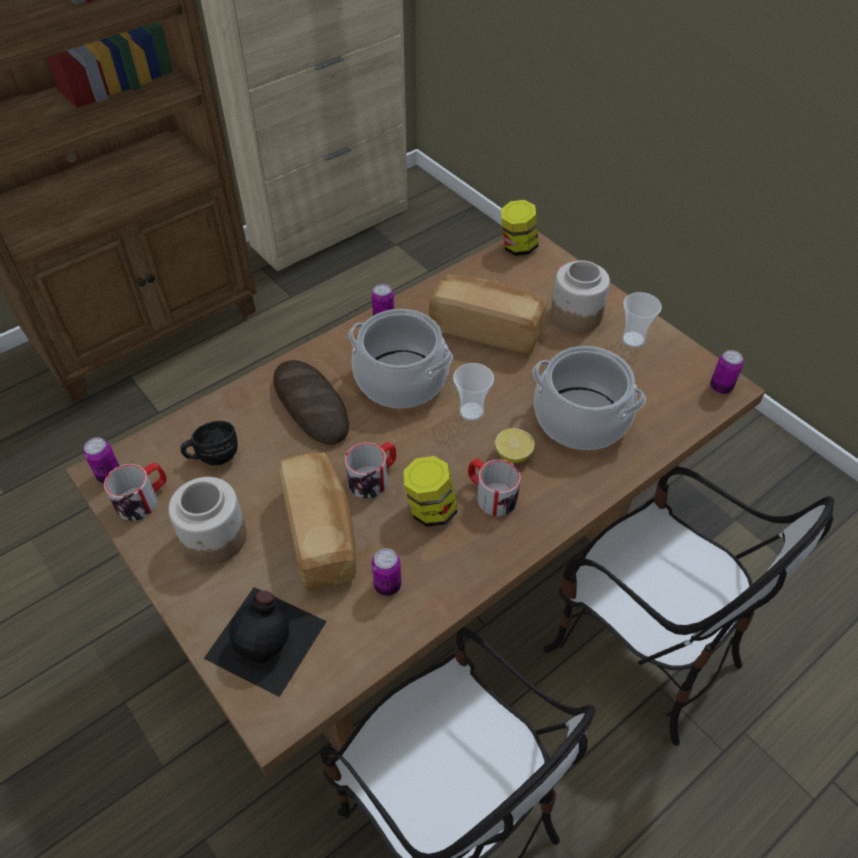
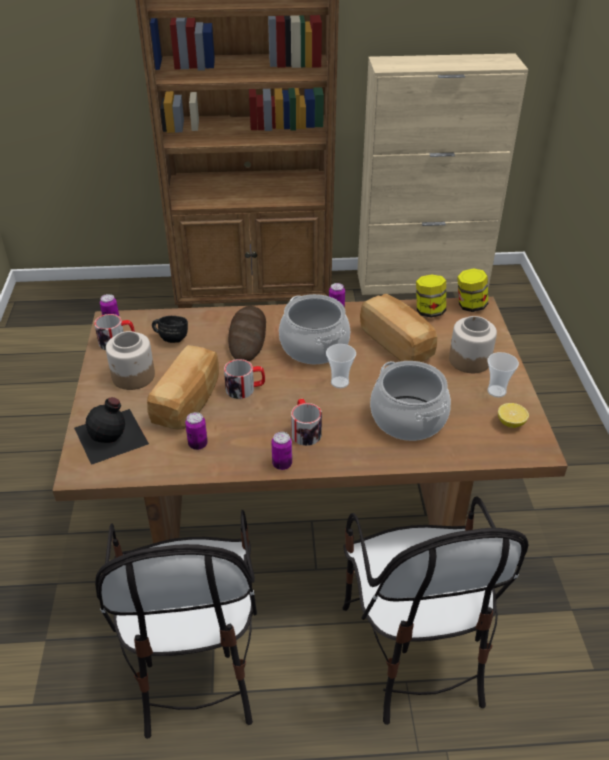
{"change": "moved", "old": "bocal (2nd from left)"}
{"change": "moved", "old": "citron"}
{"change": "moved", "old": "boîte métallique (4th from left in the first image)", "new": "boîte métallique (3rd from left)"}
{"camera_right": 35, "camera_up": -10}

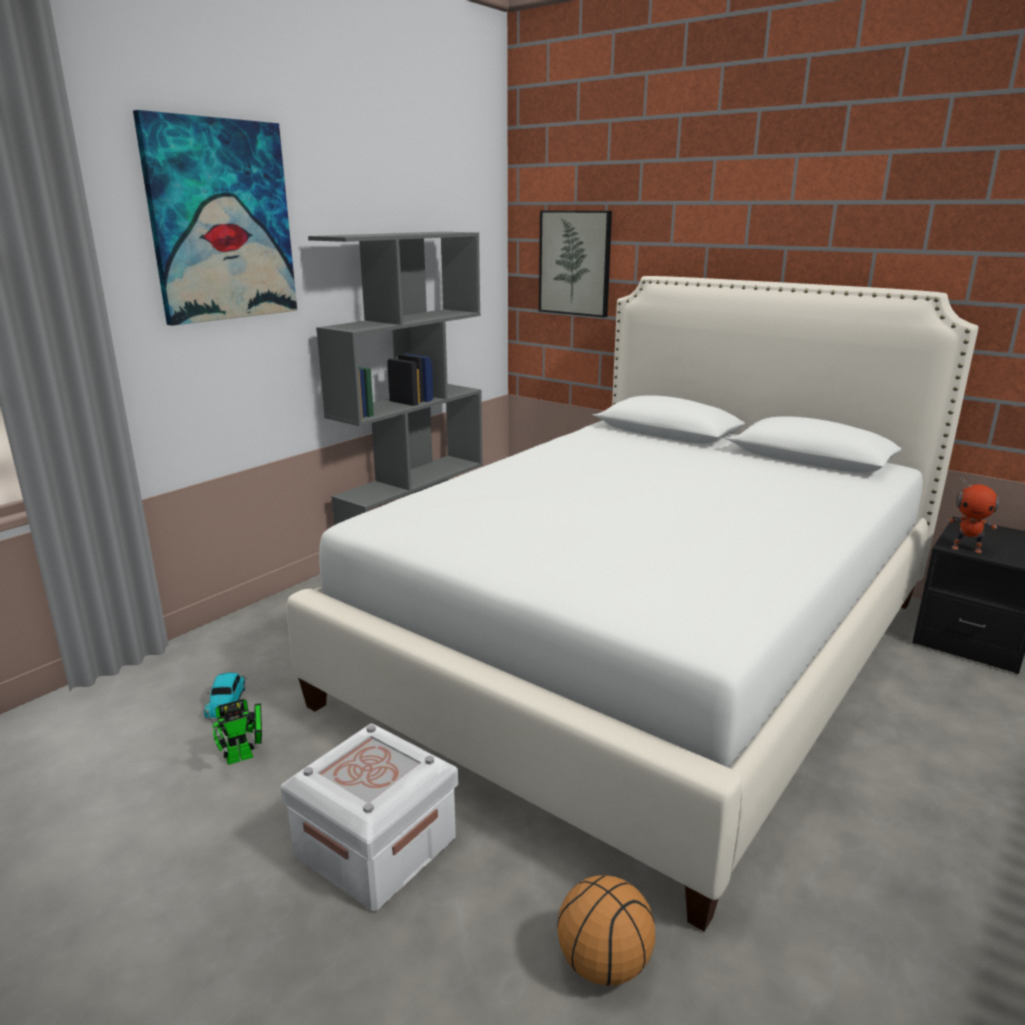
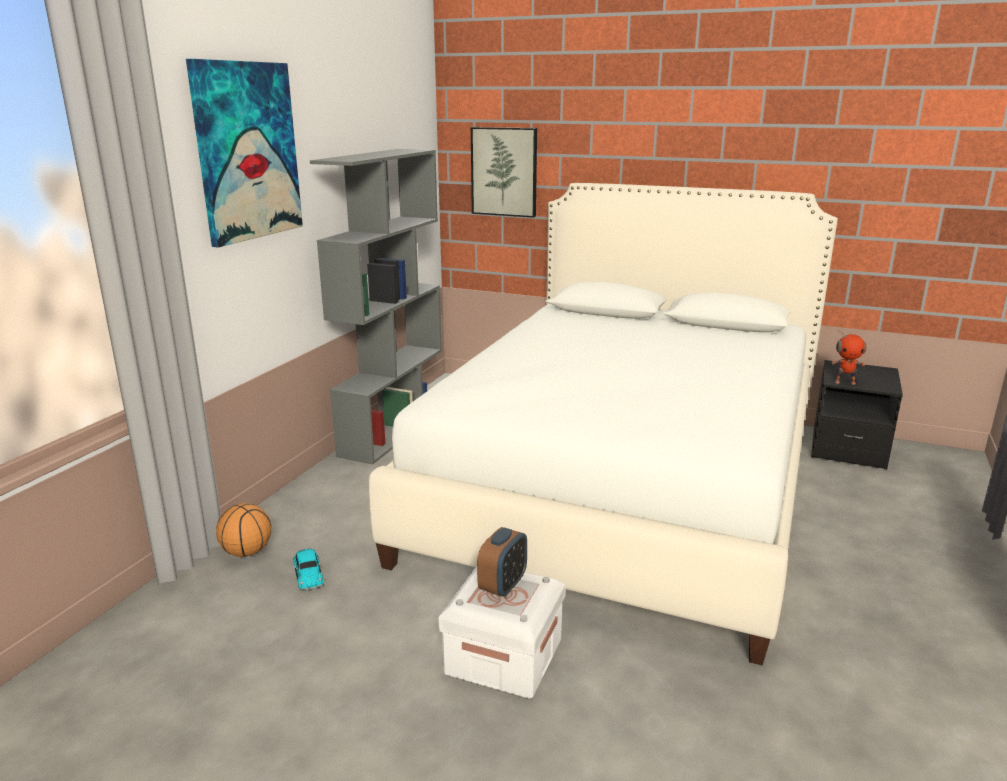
{"change": "removed", "old": "robot jouet (1st from left)"}
{"change": "moved", "old": "ballon de basket"}
{"change": "added", "new": "réveil"}
{"camera_right": -15, "camera_up": 0}

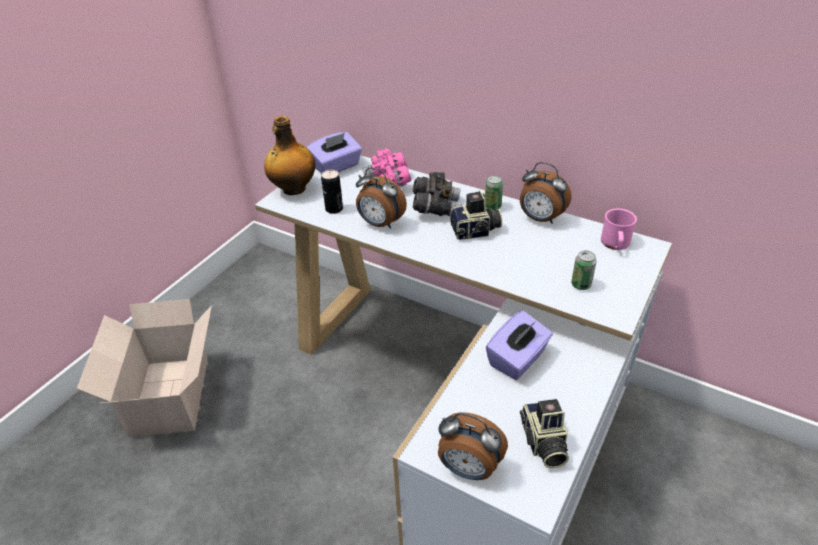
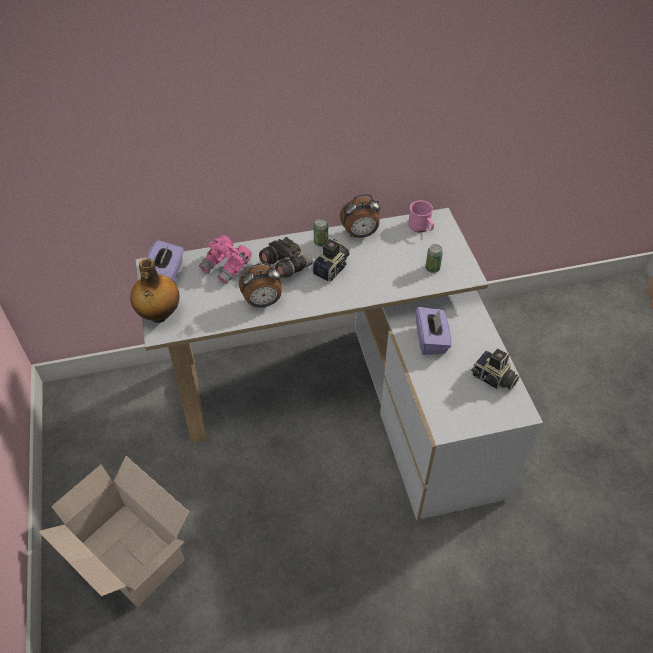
{"change": "removed", "old": "boîte métallique (1st from left)"}
{"change": "removed", "old": "réveil (2nd from left)"}
{"camera_right": -45, "camera_up": 10}

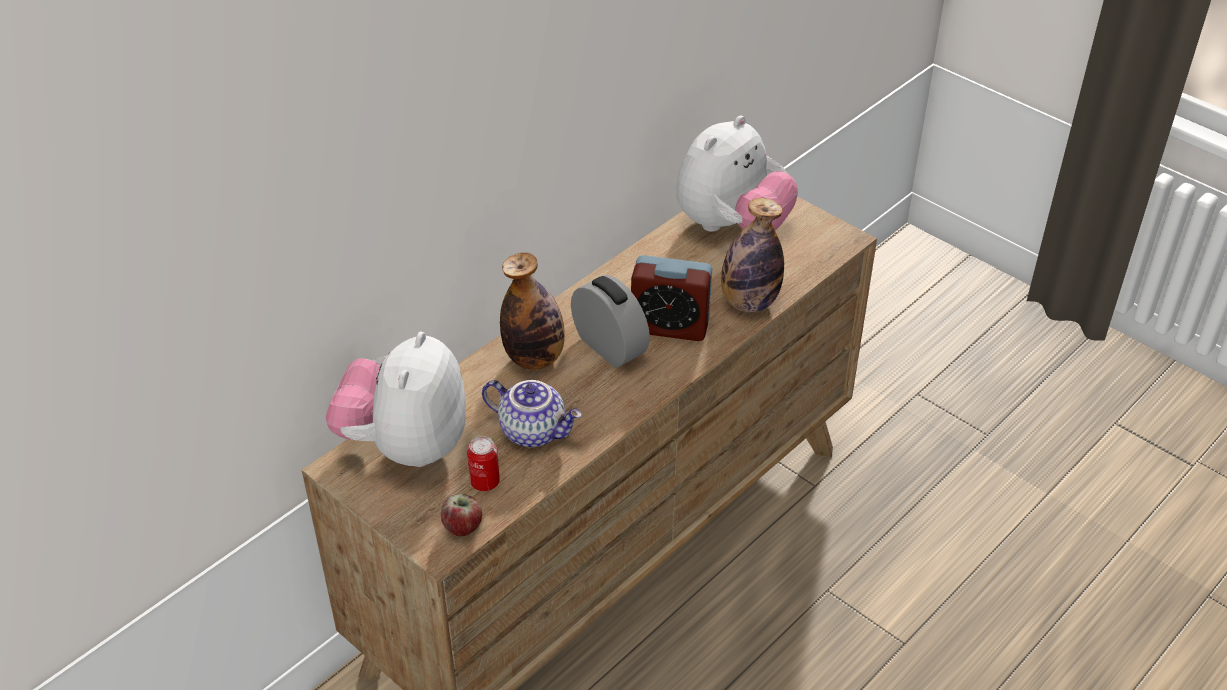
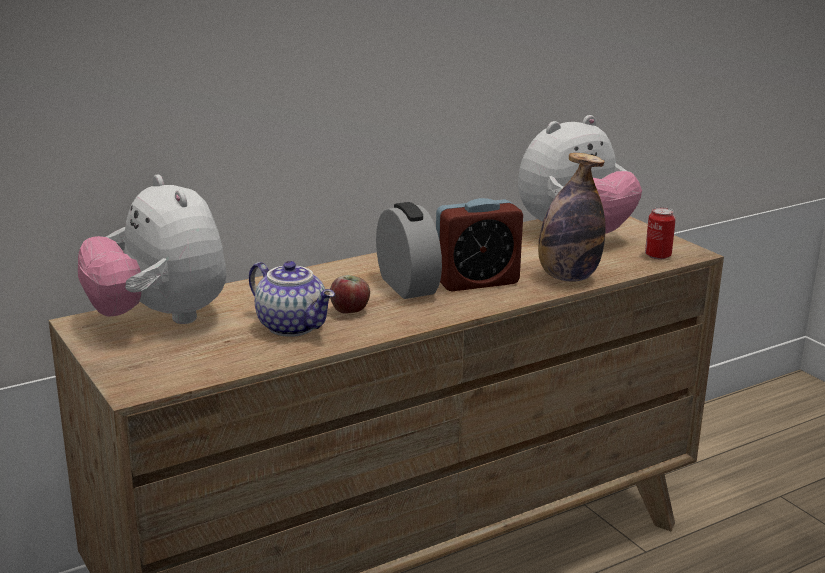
{"change": "turned", "old": "peluche (1st from left)", "degrees": -60}
{"change": "moved", "old": "pomme"}
{"change": "moved", "old": "boîte métallique"}
{"change": "removed", "old": "bouteille (1st from left)"}
{"change": "turned", "old": "réveil (2nd from left)", "degrees": -45}
{"camera_right": 15, "camera_up": -20}

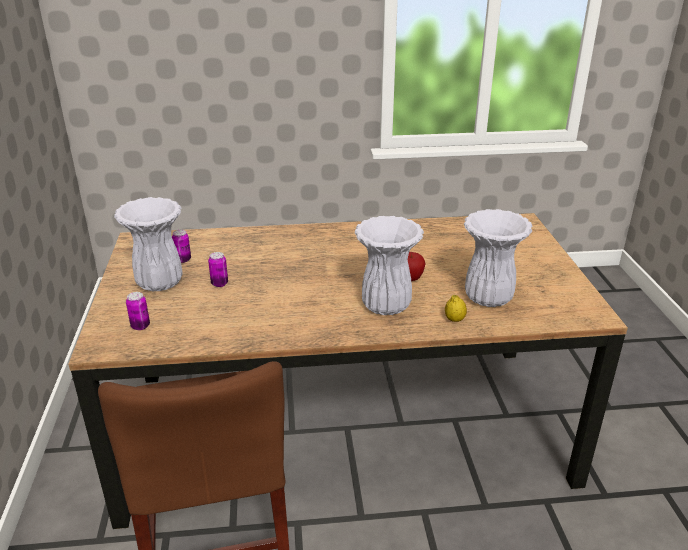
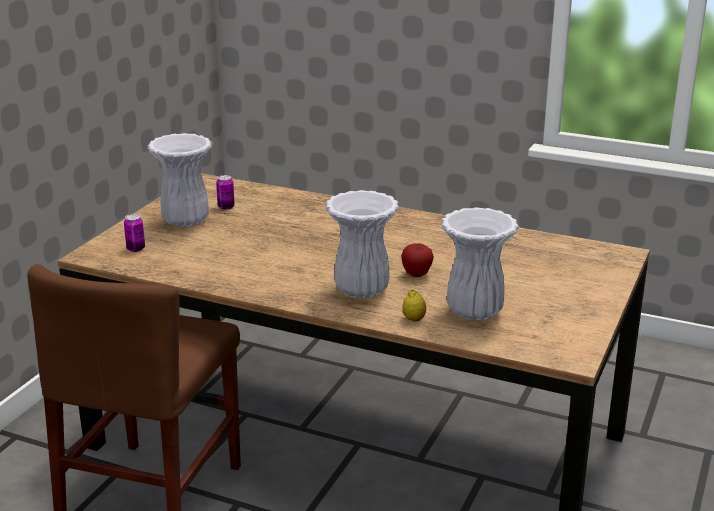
{"change": "removed", "old": "boîte métallique (3rd from left)"}
{"camera_right": 30, "camera_up": -5}

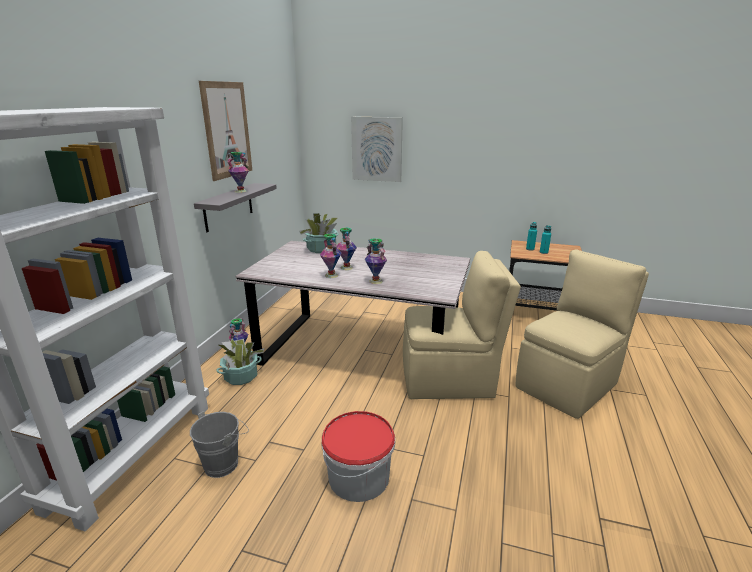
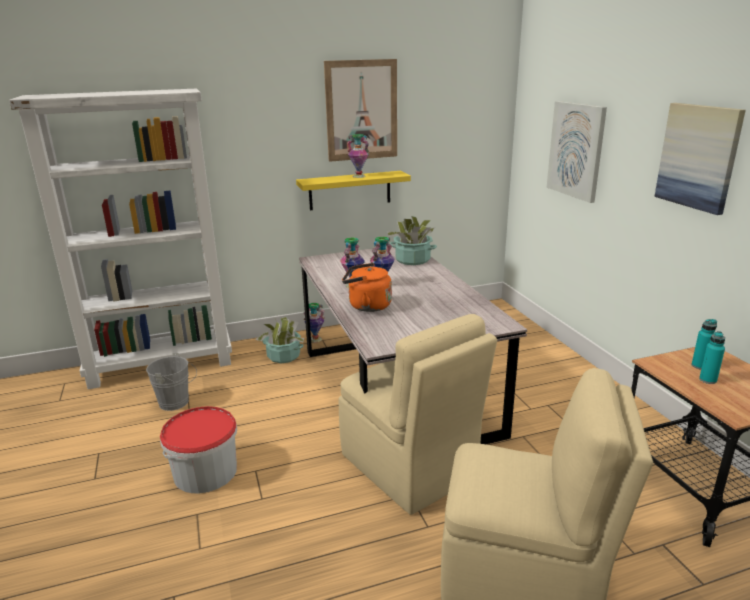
{"change": "recoloured", "old": "étagère/gris", "new": "étagère/jaune"}
{"change": "replaced", "old": "vase (5th from left)", "new": "bouilloire/orange"}
{"change": "added", "new": "tableau (3rd from left)"}
{"camera_right": 55, "camera_up": 0}

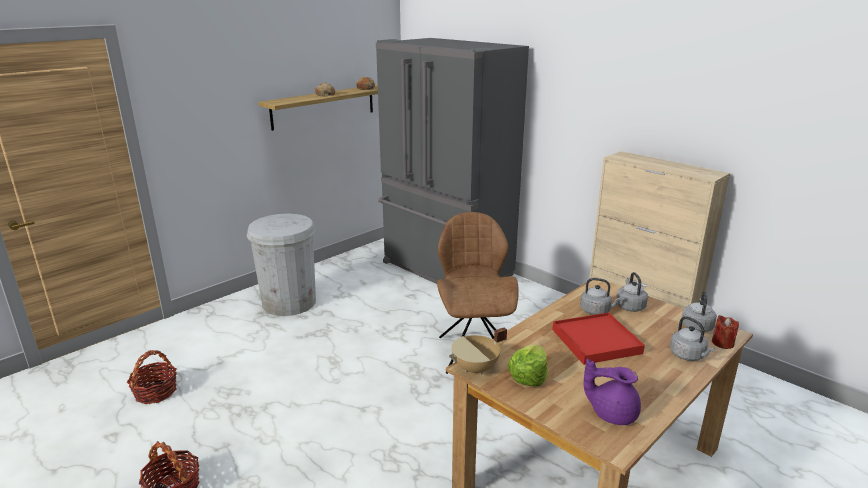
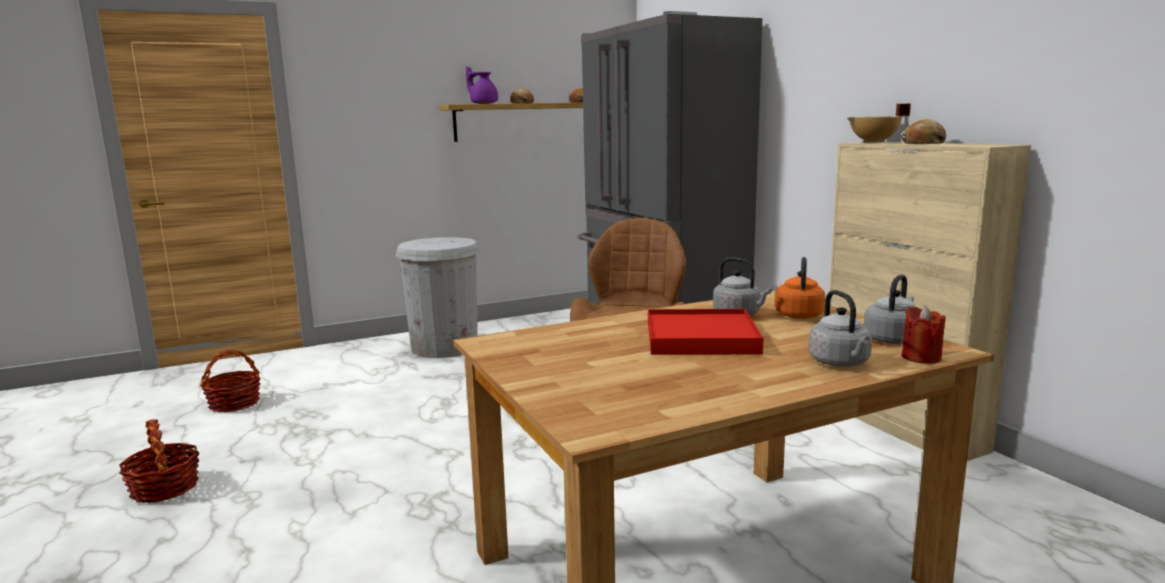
{"change": "moved", "old": "marmite/beige"}
{"change": "removed", "old": "laitue"}
{"change": "moved", "old": "théière/violet"}
{"change": "recoloured", "old": "bouilloire/gris (2nd from left)", "new": "bouilloire/orange"}
{"change": "added", "new": "pain (3rd from left)"}
{"camera_right": 20, "camera_up": -10}

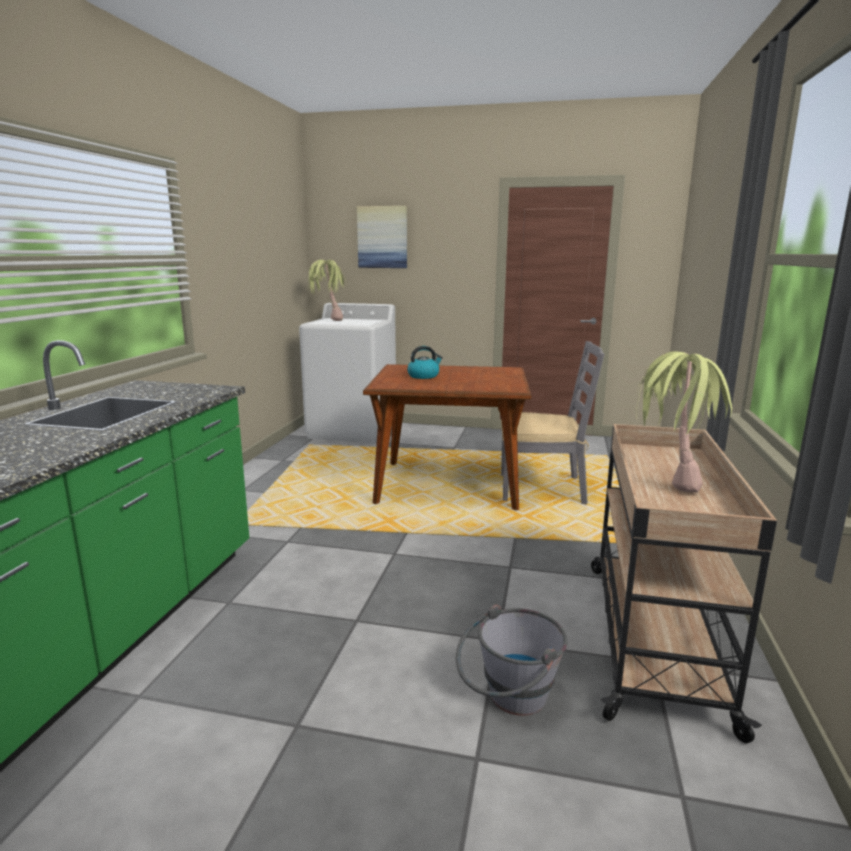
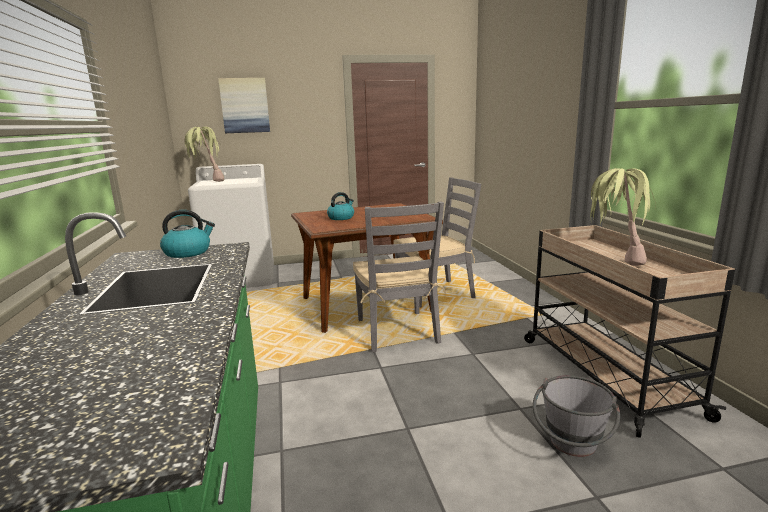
{"change": "added", "new": "bouilloire (1st from left)"}
{"change": "added", "new": "chaise/gris (1st from left)"}
{"camera_right": -25, "camera_up": 0}

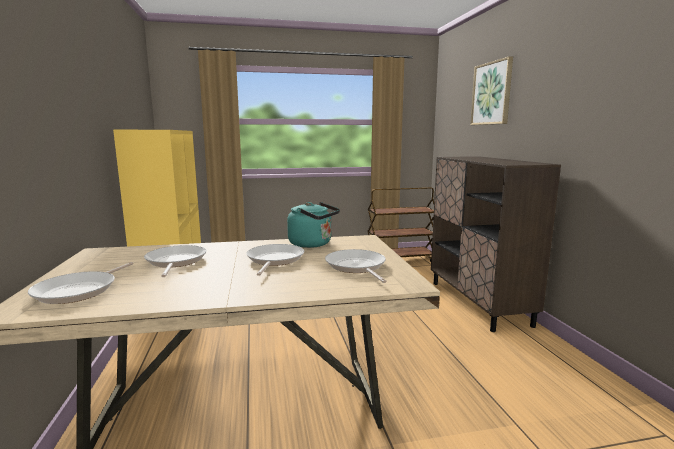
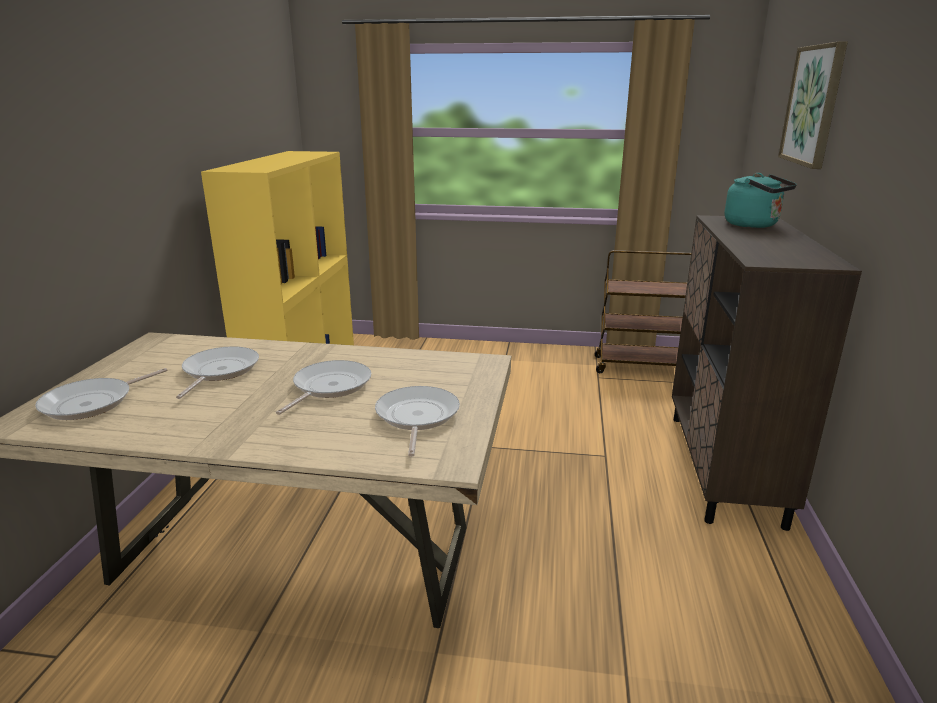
{"change": "moved", "old": "bouilloire/turquoise"}
{"camera_right": 20, "camera_up": 10}

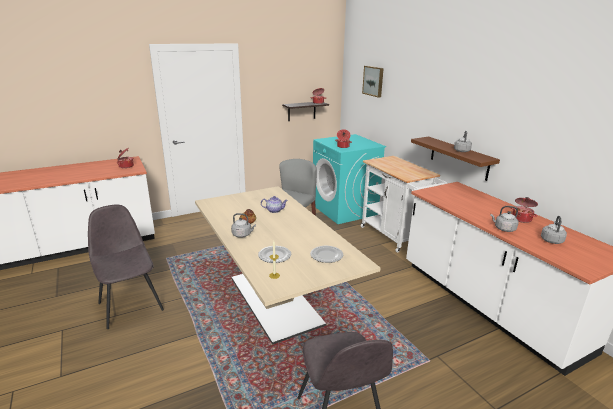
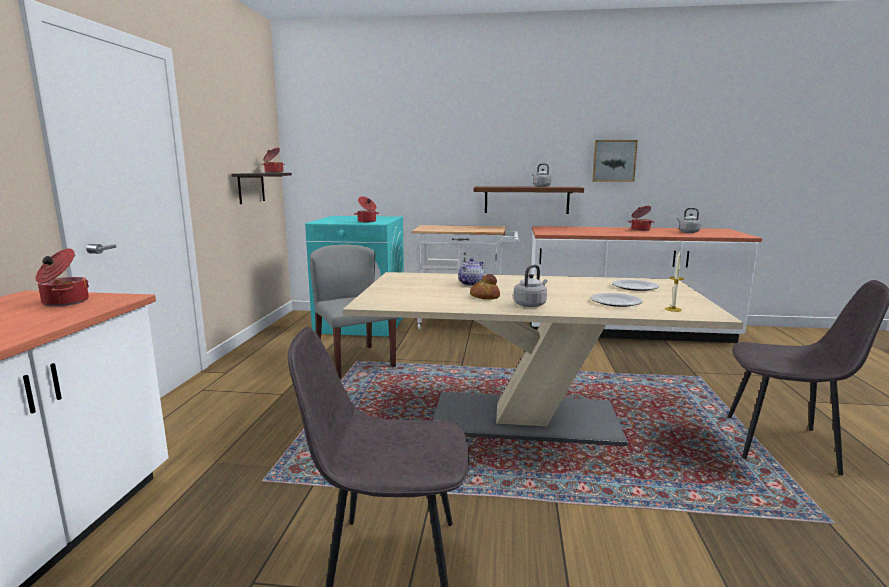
{"change": "moved", "old": "tableau"}
{"change": "removed", "old": "bouilloire/gris (3rd from left)"}
{"camera_right": -55, "camera_up": -10}

